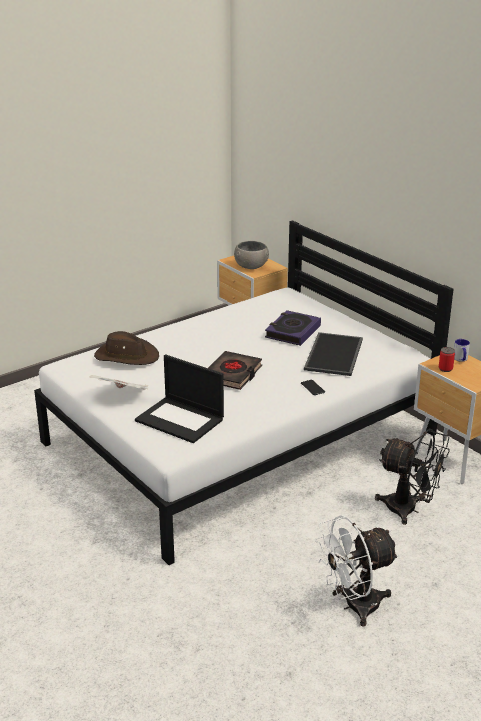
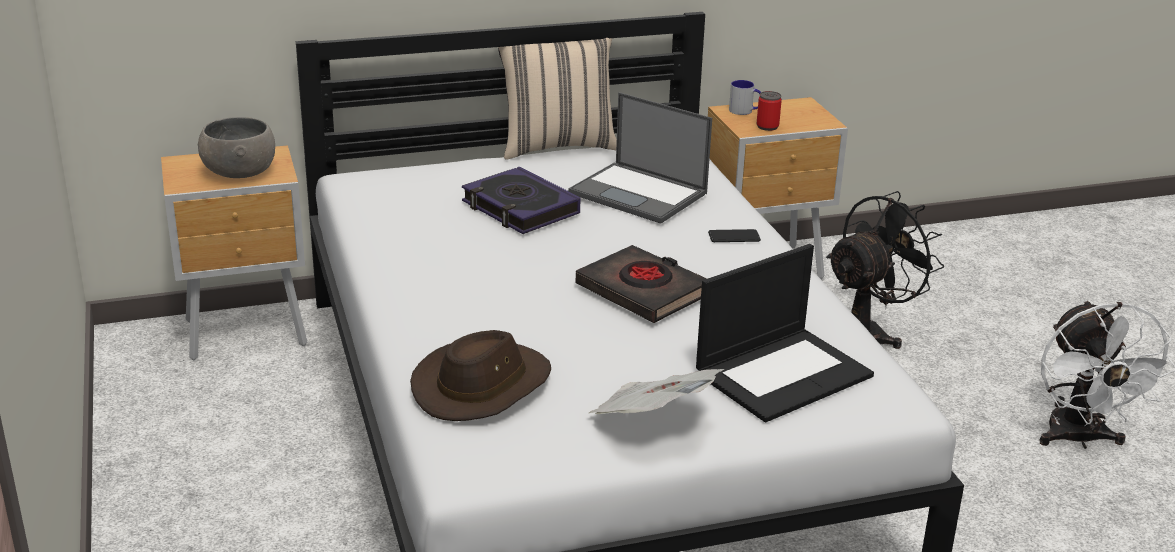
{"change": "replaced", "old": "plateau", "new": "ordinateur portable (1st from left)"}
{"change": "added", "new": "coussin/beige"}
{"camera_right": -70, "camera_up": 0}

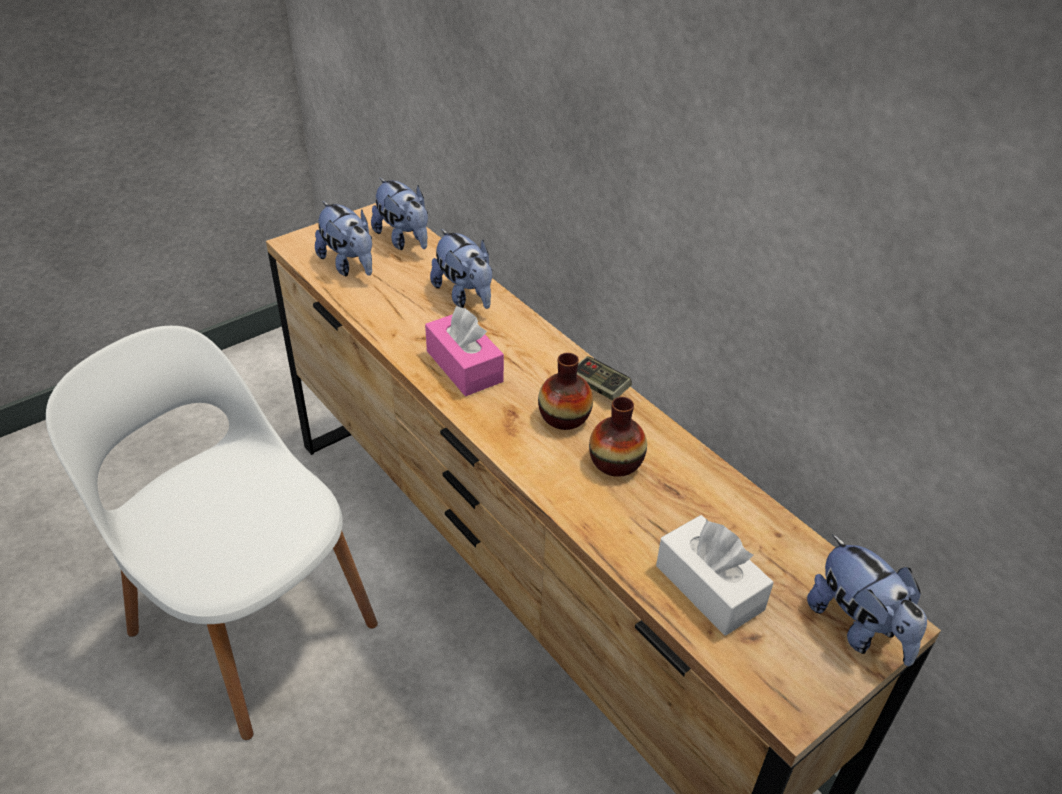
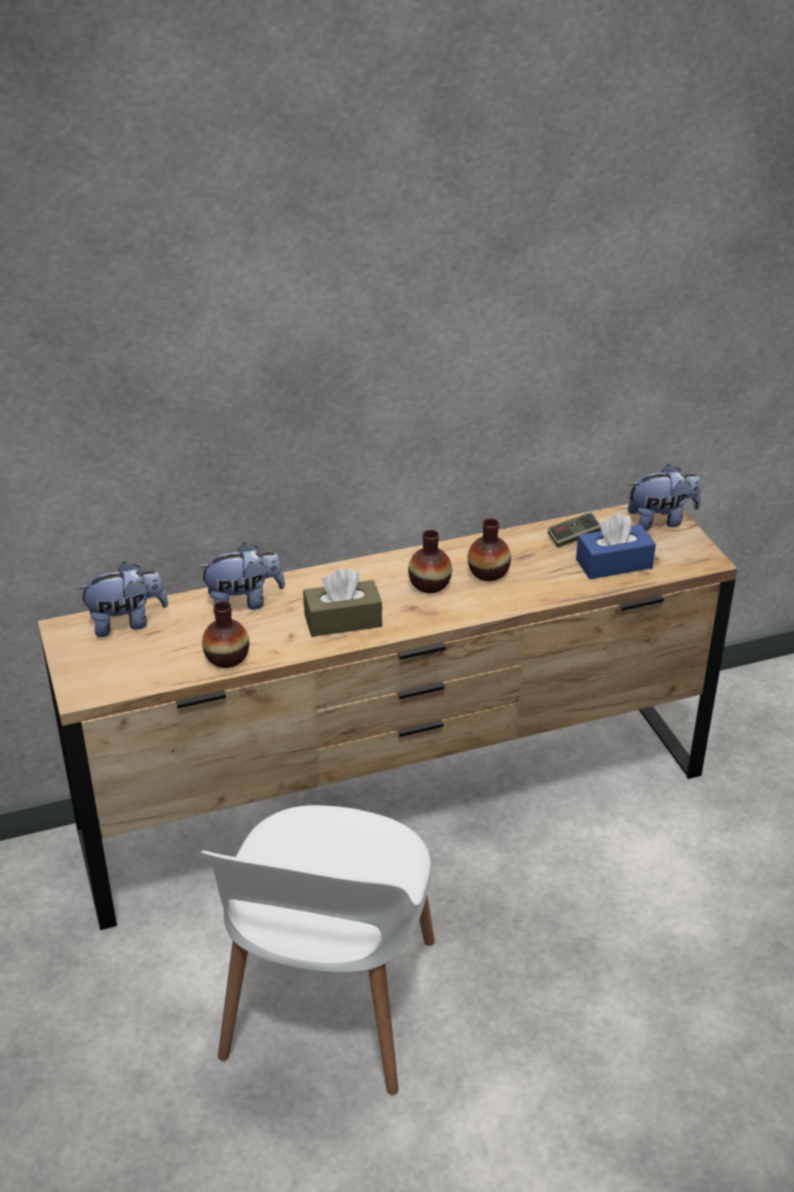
{"change": "turned", "old": "chaise/blanc", "degrees": -45}
{"change": "removed", "old": "peluche (1st from left)"}
{"change": "recoloured", "old": "boîte à mouchoirs/rose", "new": "boîte à mouchoirs/marron"}
{"change": "moved", "old": "manette"}
{"change": "recoloured", "old": "boîte à mouchoirs/blanc", "new": "boîte à mouchoirs/bleu"}
{"change": "added", "new": "vase (1st from left)"}
{"camera_right": -70, "camera_up": -5}

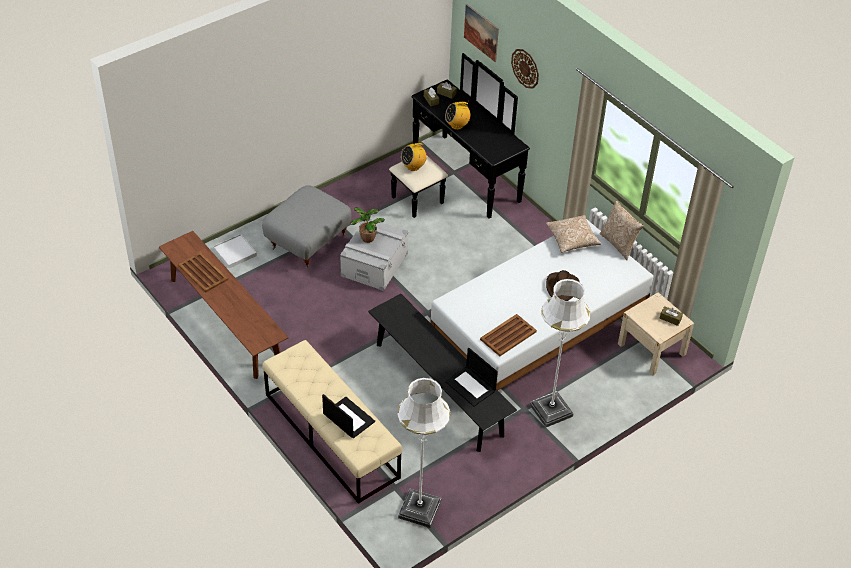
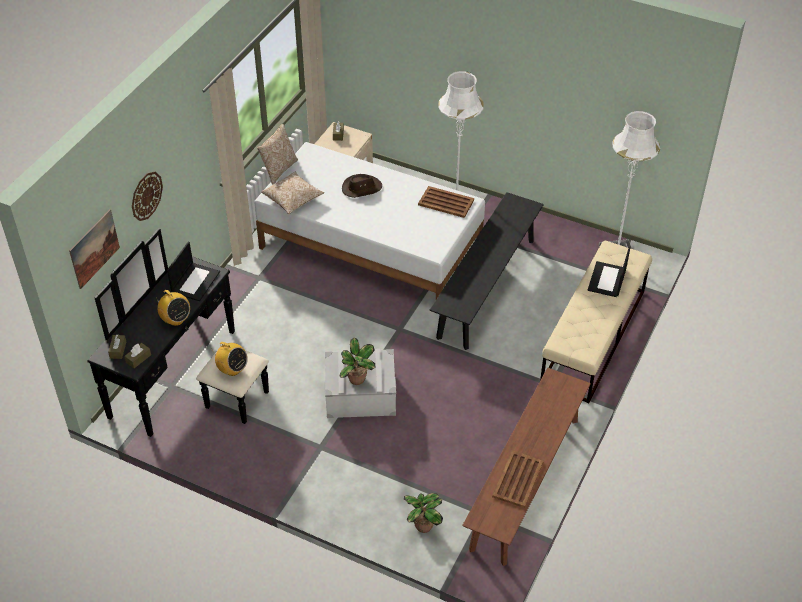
{"change": "replaced", "old": "plateau/blanc", "new": "plante en pot (2nd from left)"}
{"change": "removed", "old": "pouf/gris"}
{"change": "moved", "old": "ordinateur portable (2nd from left in the first image)", "new": "ordinateur portable (1st from left)"}
{"camera_right": -115, "camera_up": 0}

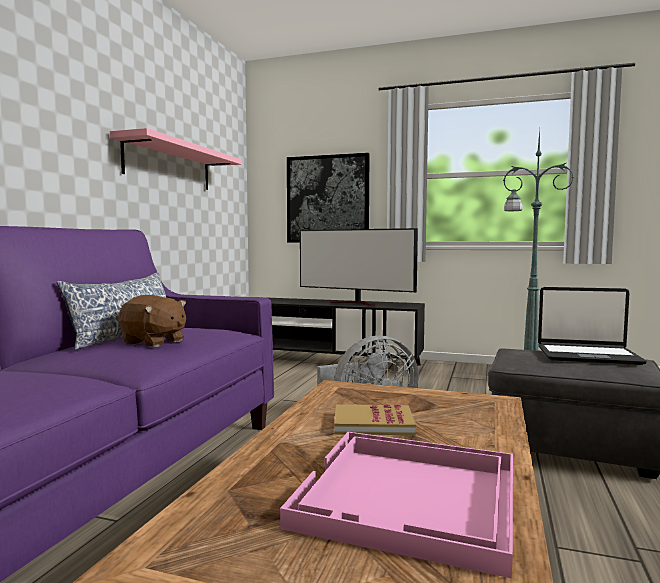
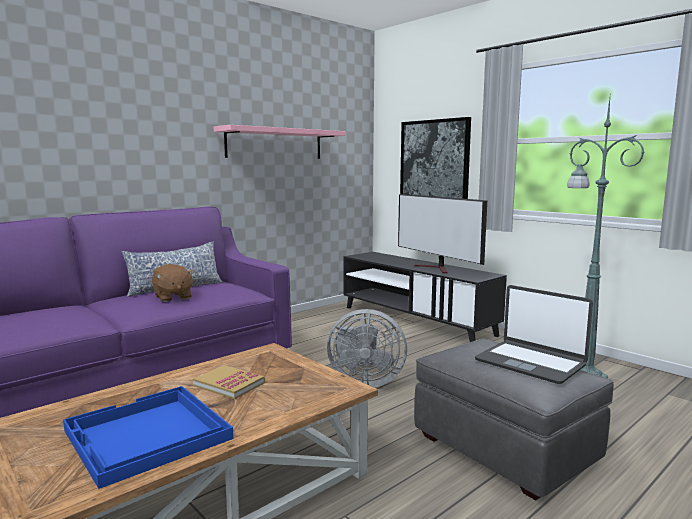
{"change": "recoloured", "old": "plateau/rose", "new": "plateau/bleu"}
{"camera_right": 30, "camera_up": 5}

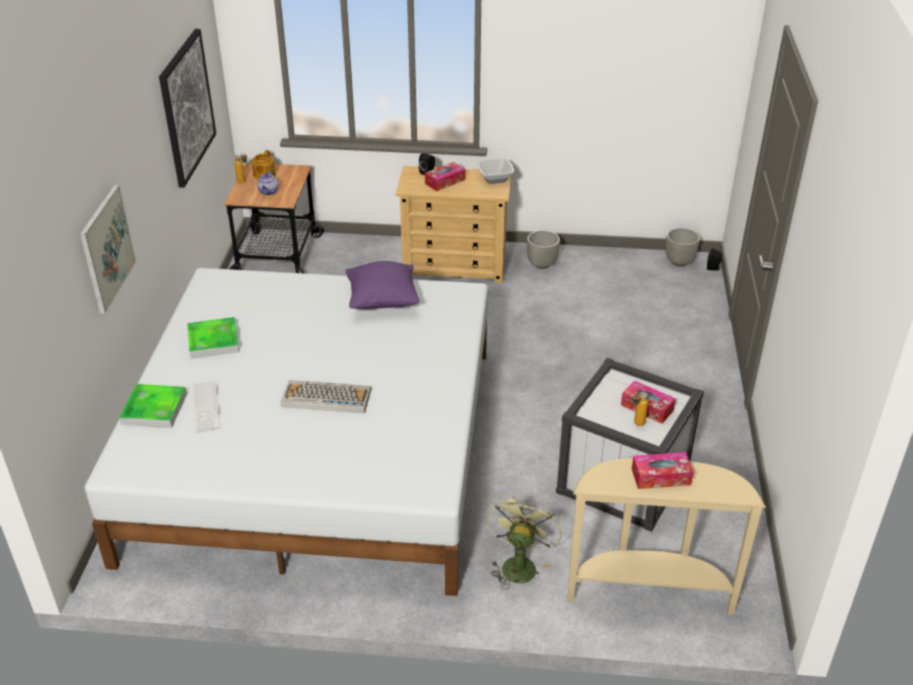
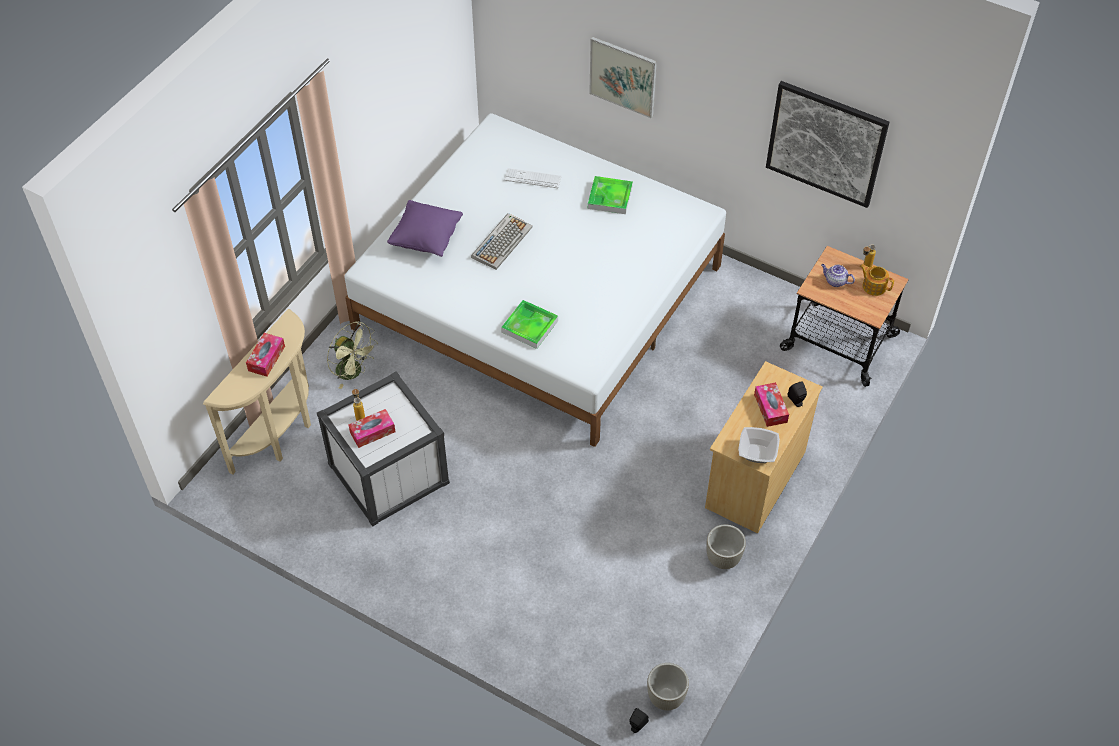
{"change": "moved", "old": "plateau (1st from left)"}
{"change": "moved", "old": "coussin/violet"}
{"camera_right": 115, "camera_up": 15}

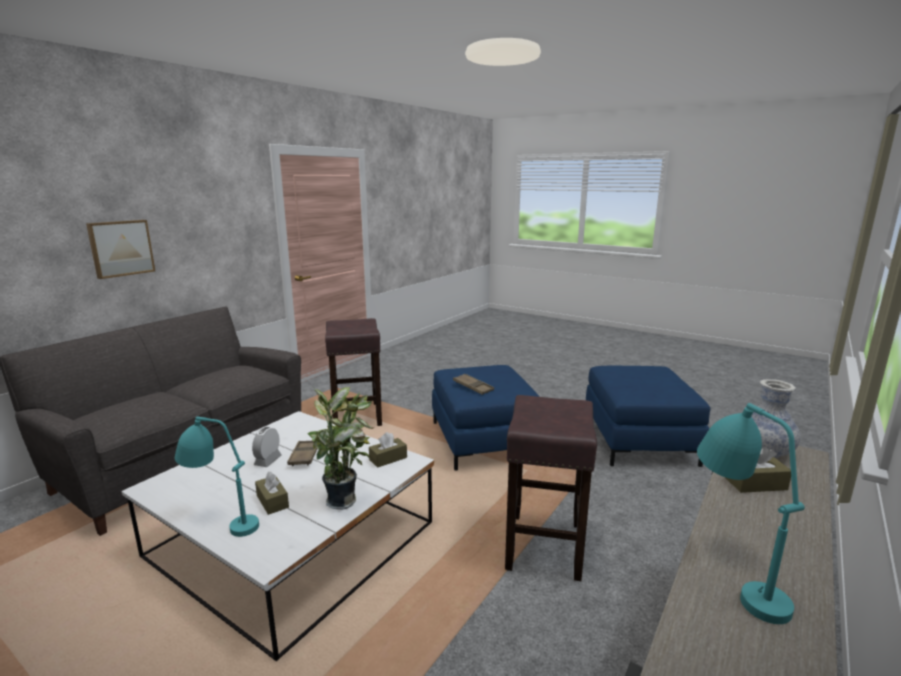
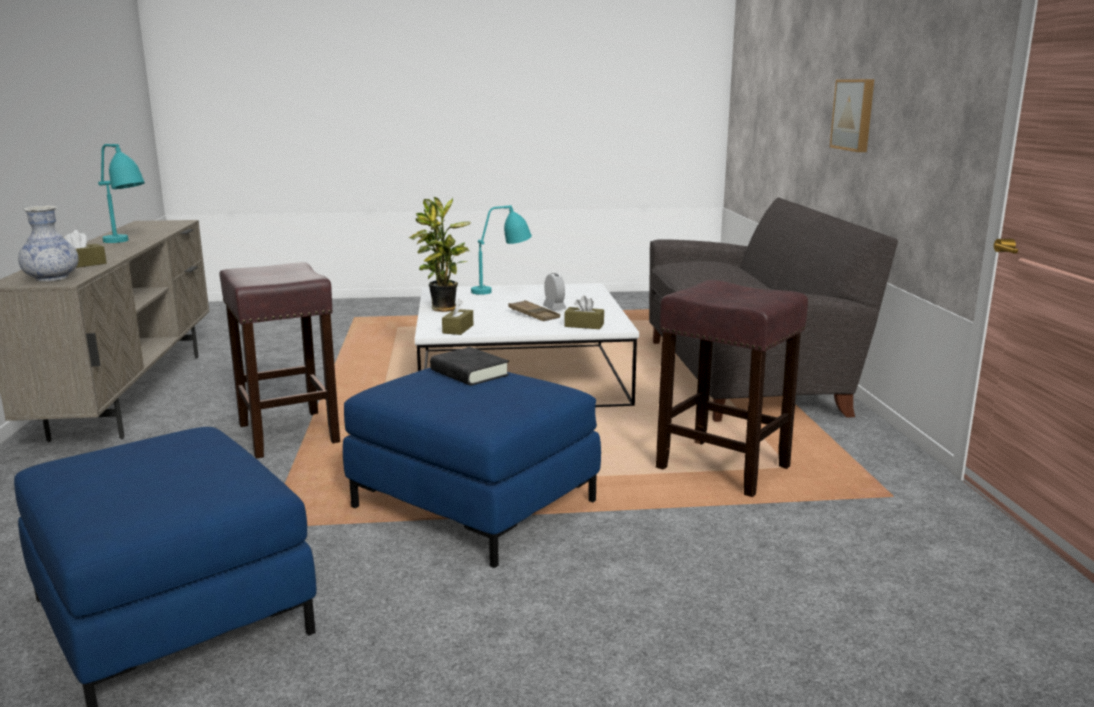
{"change": "moved", "old": "boîte à mouchoirs/marron (1st from left in the first image)", "new": "boîte à mouchoirs/marron (3rd from left)"}
{"change": "replaced", "old": "plateau/marron (2nd from left)", "new": "livre/noir"}
{"camera_right": 140, "camera_up": 0}

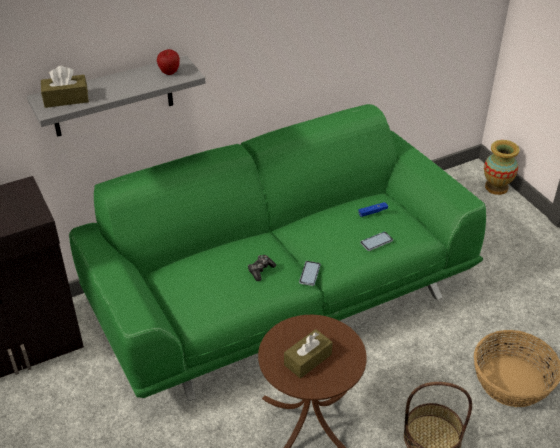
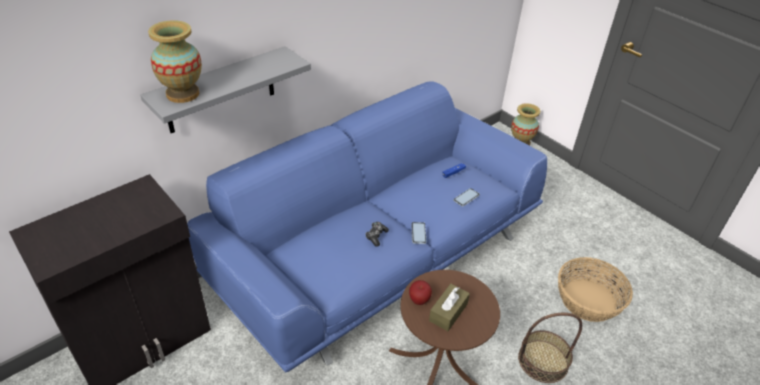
{"change": "replaced", "old": "boîte à mouchoirs/marron (1st from left)", "new": "vase (1st from left)"}
{"change": "recoloured", "old": "canapé/vert", "new": "canapé/bleu"}
{"change": "moved", "old": "pomme"}
{"camera_right": -15, "camera_up": 0}

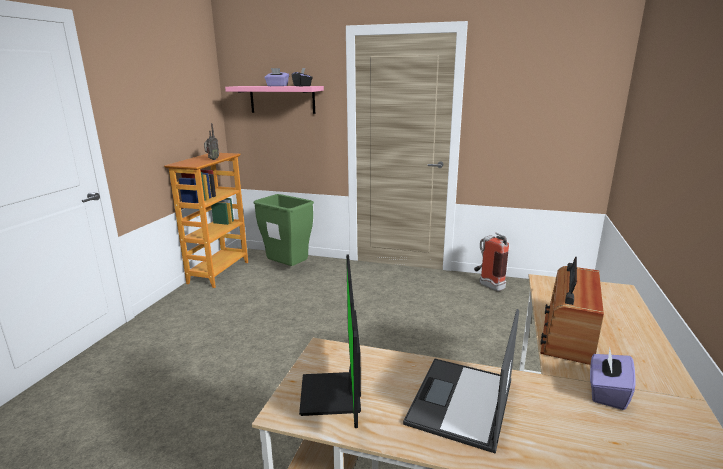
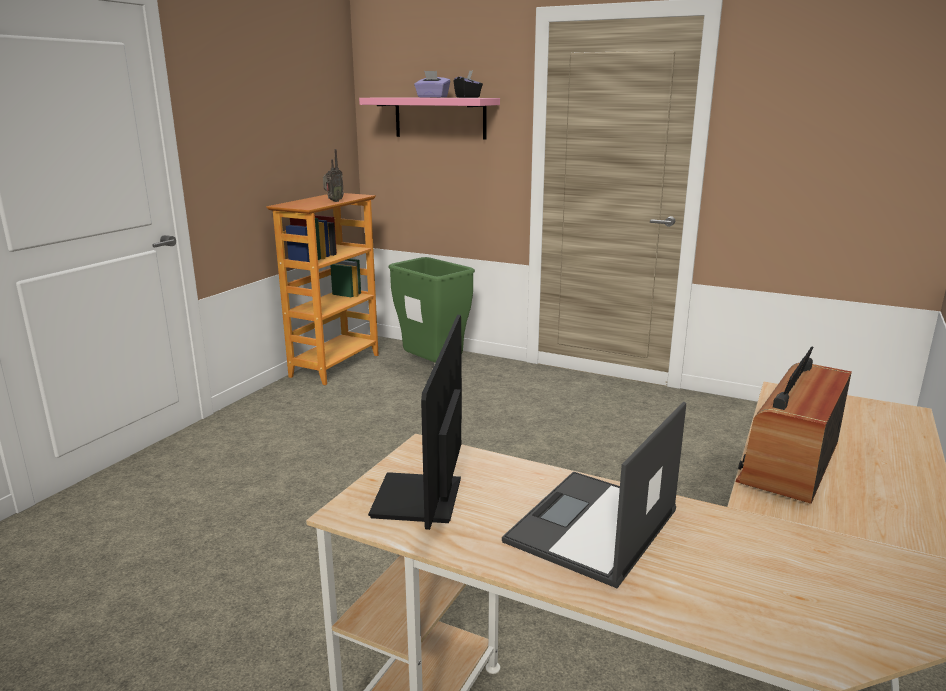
{"change": "removed", "old": "extincteur"}
{"change": "removed", "old": "boîte à mouchoirs/violet (2nd from left)"}
{"camera_right": 10, "camera_up": 0}

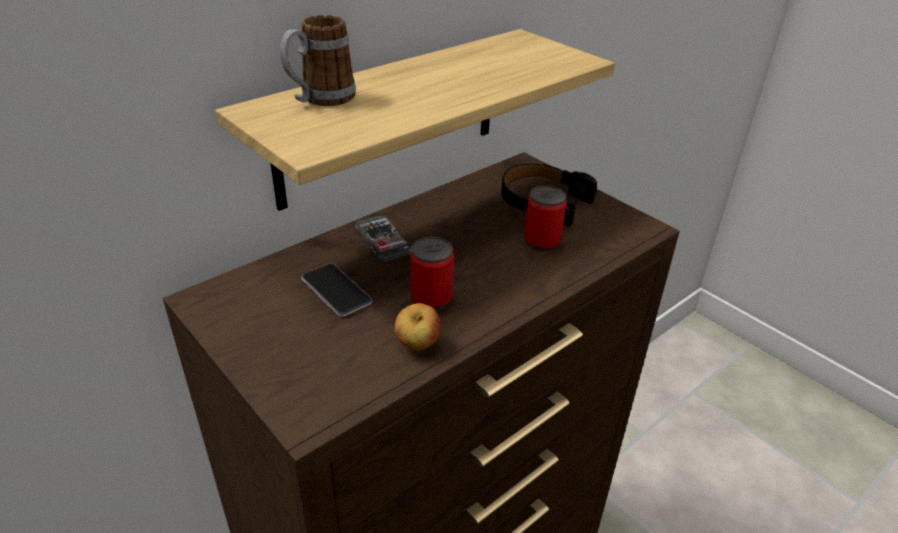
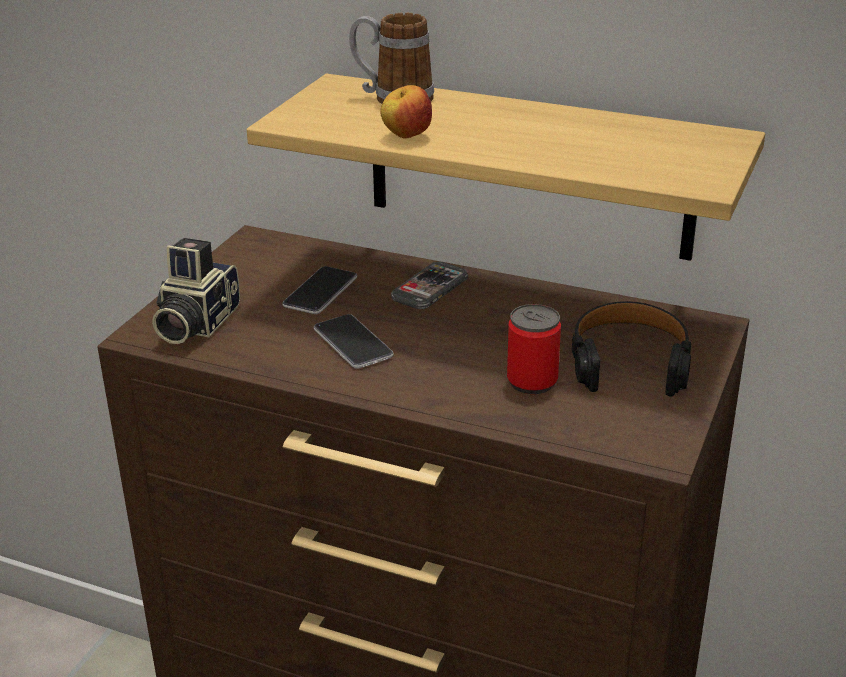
{"change": "moved", "old": "pomme"}
{"change": "replaced", "old": "boîte métallique (1st from left)", "new": "téléphone (2nd from left)"}
{"change": "added", "new": "appareil photo"}
{"camera_right": 65, "camera_up": -5}

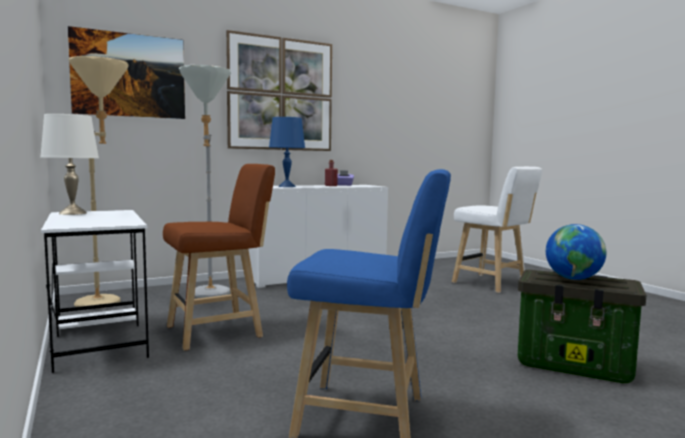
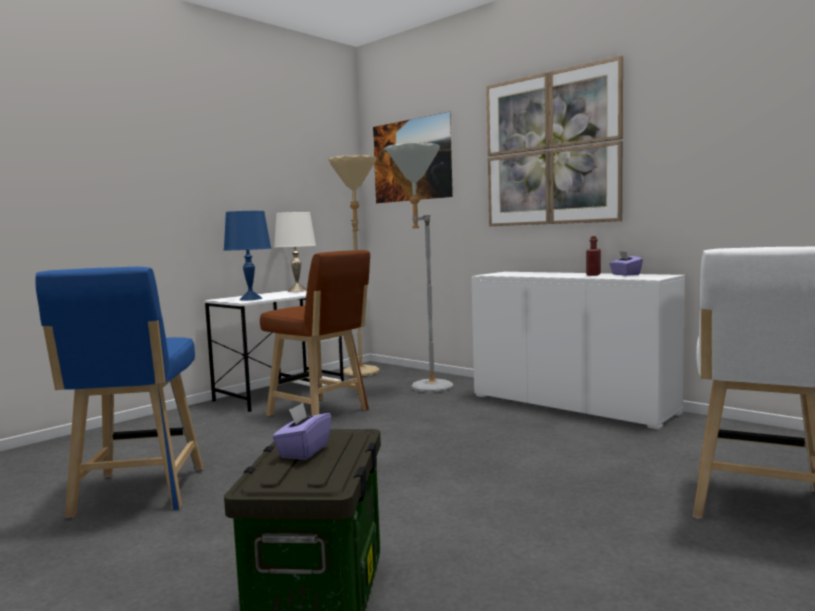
{"change": "moved", "old": "lampe de table/bleu"}
{"change": "replaced", "old": "globe", "new": "boîte à mouchoirs/violet (1st from left)"}
{"camera_right": 70, "camera_up": 0}

